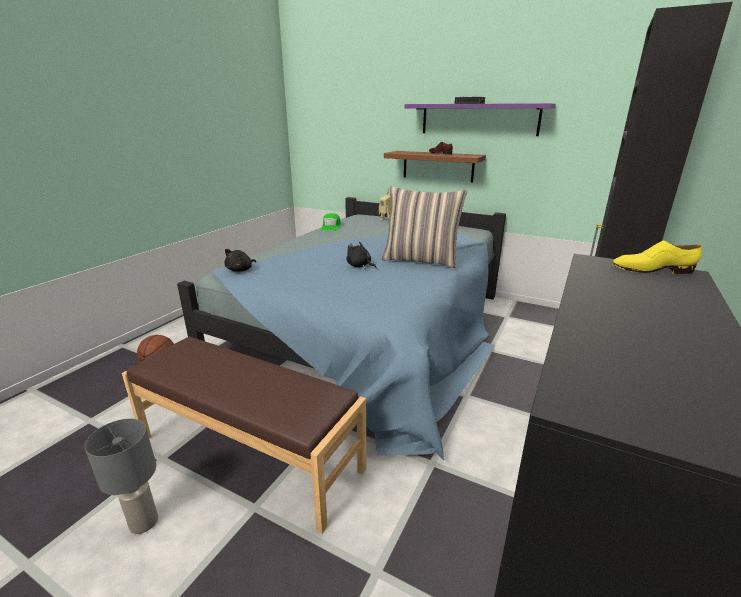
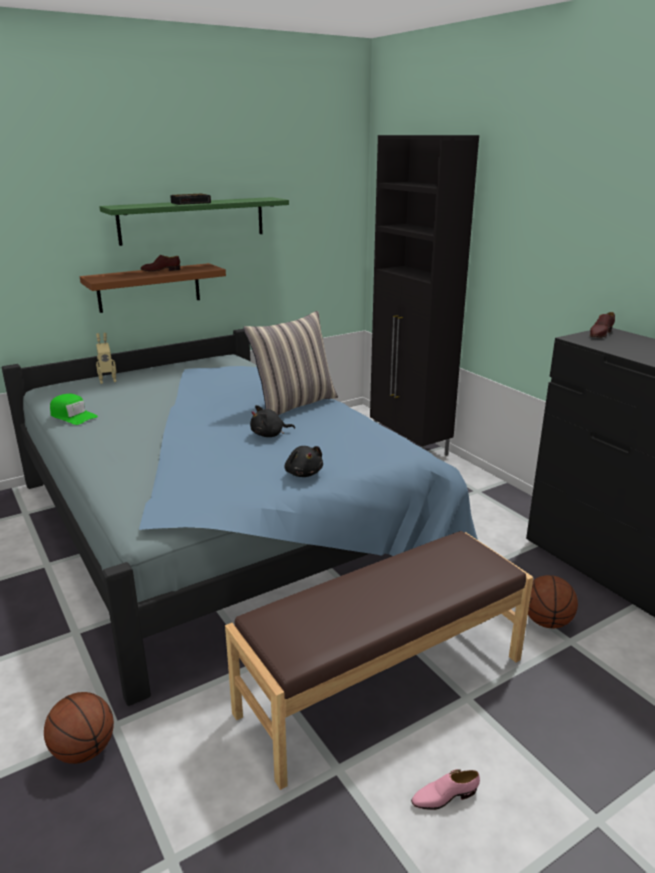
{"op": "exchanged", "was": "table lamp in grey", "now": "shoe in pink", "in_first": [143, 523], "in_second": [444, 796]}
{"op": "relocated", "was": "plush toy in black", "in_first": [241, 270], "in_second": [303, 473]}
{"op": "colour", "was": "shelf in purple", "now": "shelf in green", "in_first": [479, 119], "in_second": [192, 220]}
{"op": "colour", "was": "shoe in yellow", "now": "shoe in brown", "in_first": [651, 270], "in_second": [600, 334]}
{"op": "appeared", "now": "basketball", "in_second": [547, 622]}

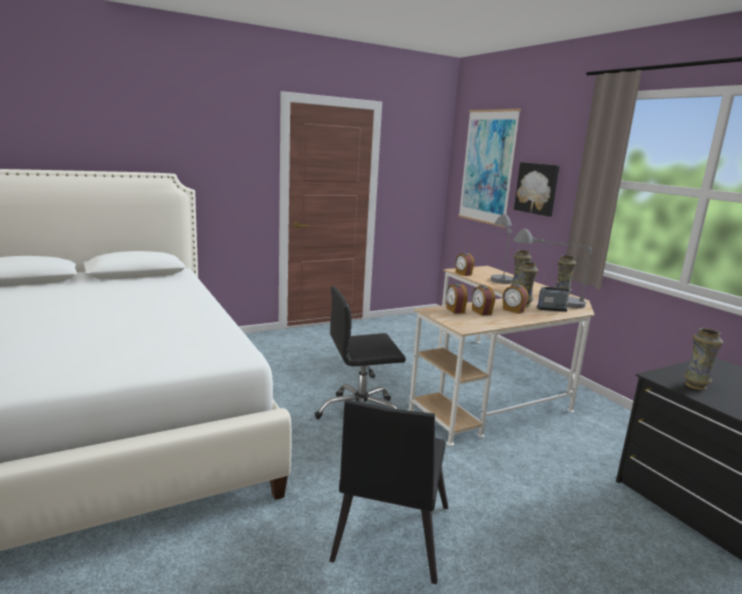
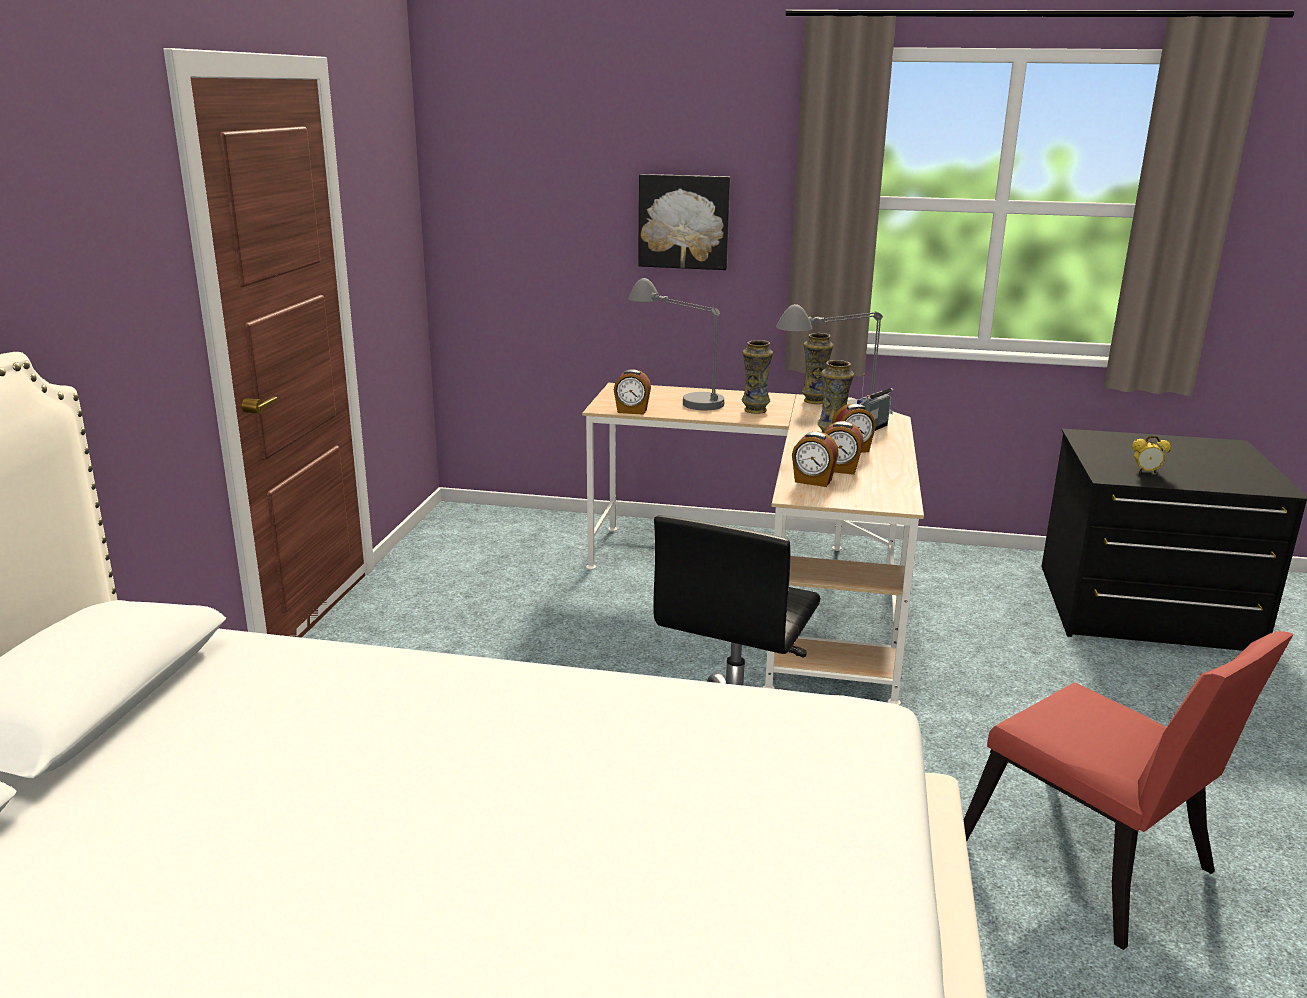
{"op": "colour", "was": "chair in black", "now": "chair in red", "in_first": [389, 538], "in_second": [1094, 867]}
{"op": "missing", "was": "picture", "in_first": [488, 167]}
{"op": "exchanged", "was": "vase", "now": "alarm clock", "in_first": [695, 386], "in_second": [1146, 472]}

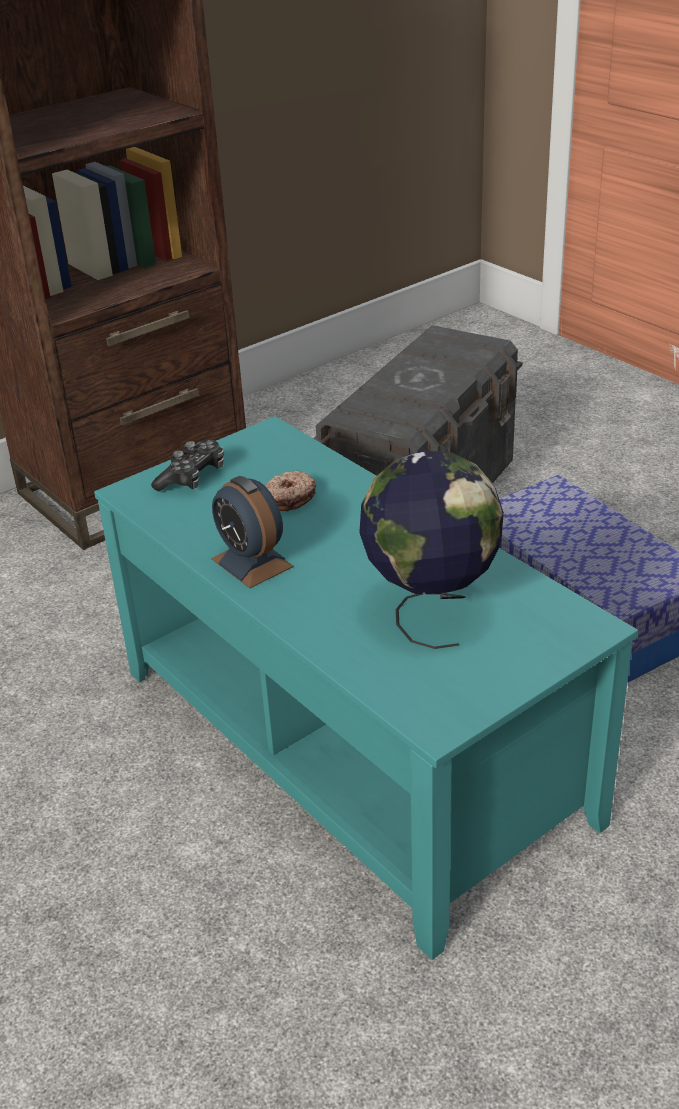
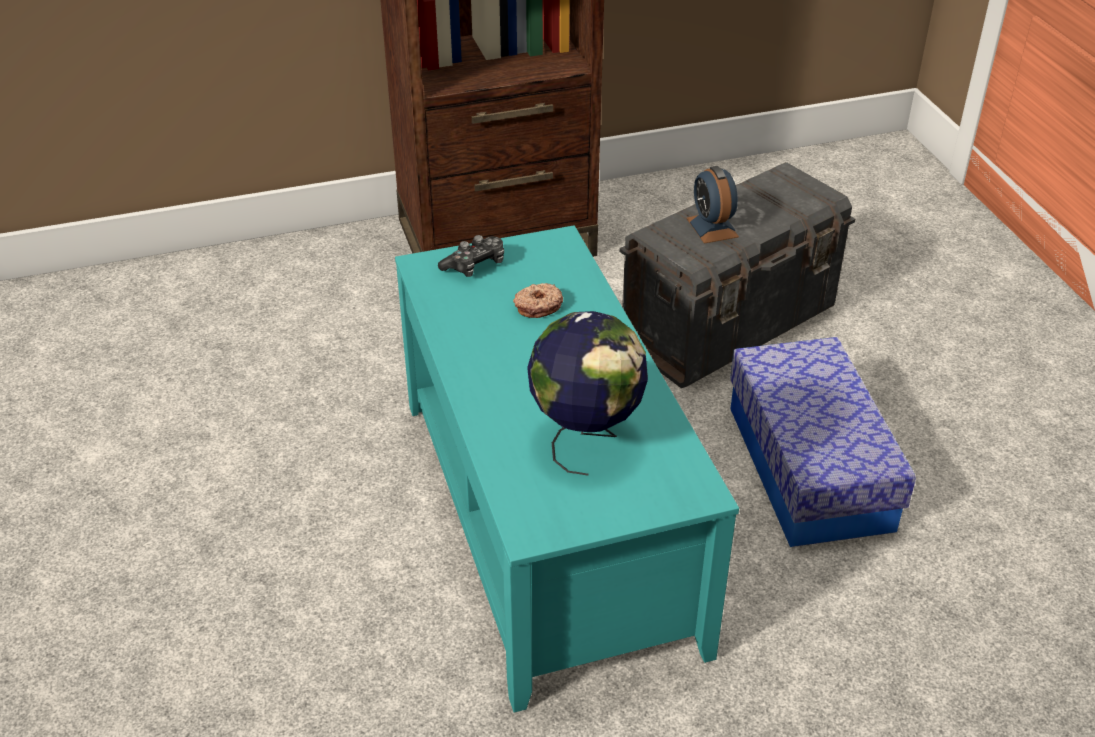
{"op": "relocated", "was": "alarm clock", "in_first": [252, 563], "in_second": [712, 227]}

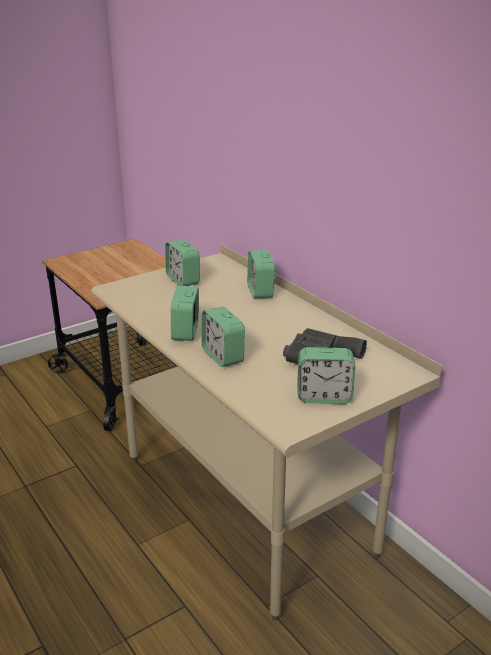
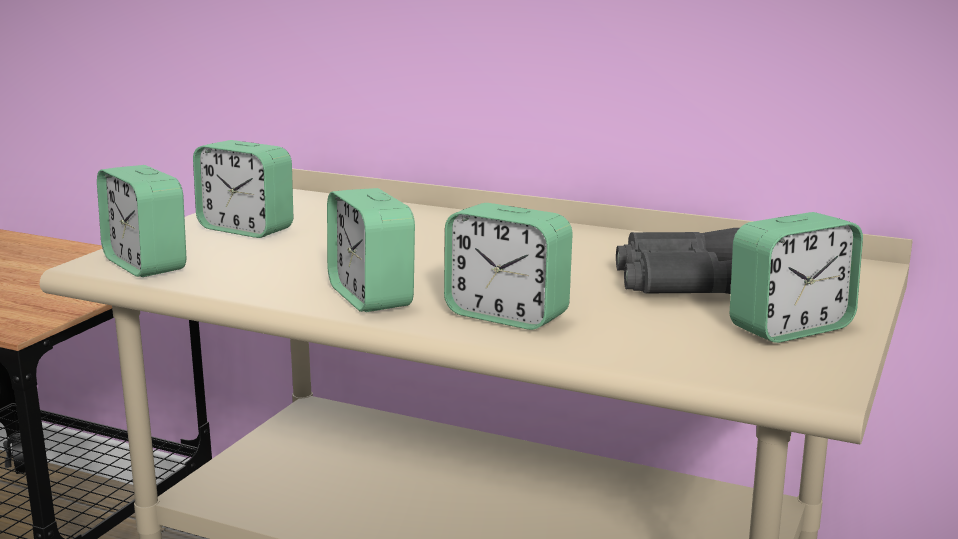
{"op": "relocated", "was": "alarm clock", "in_first": [260, 291], "in_second": [145, 264]}

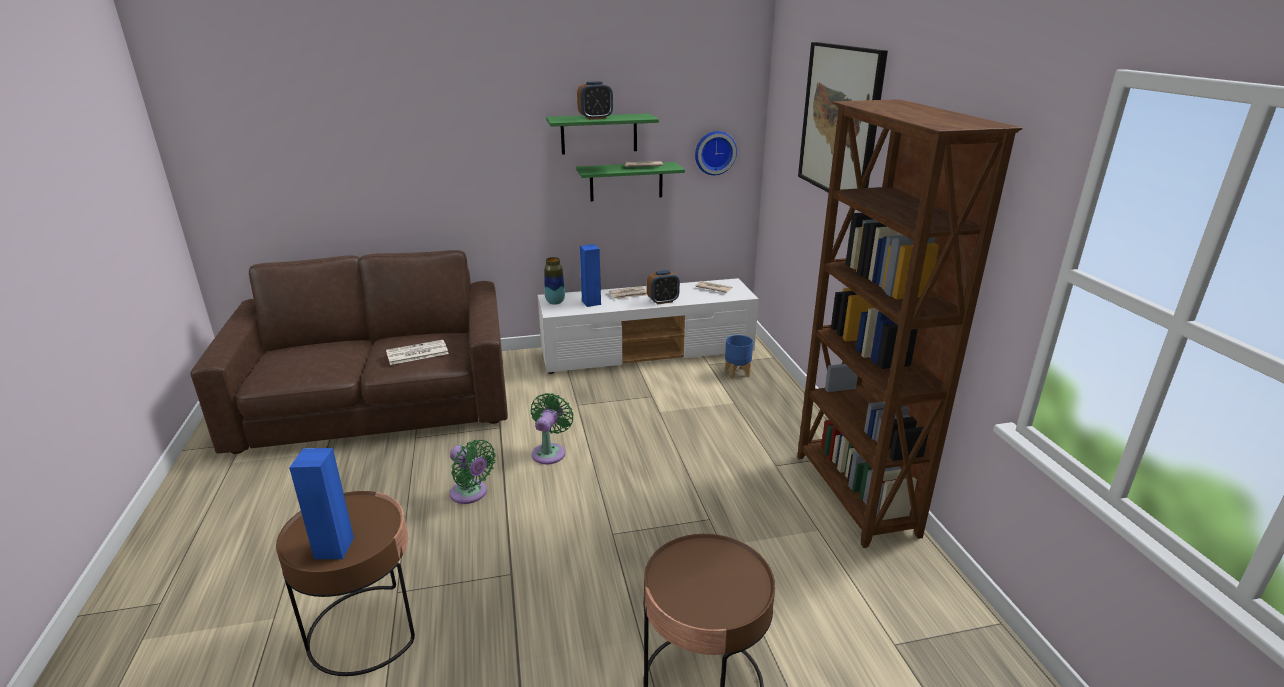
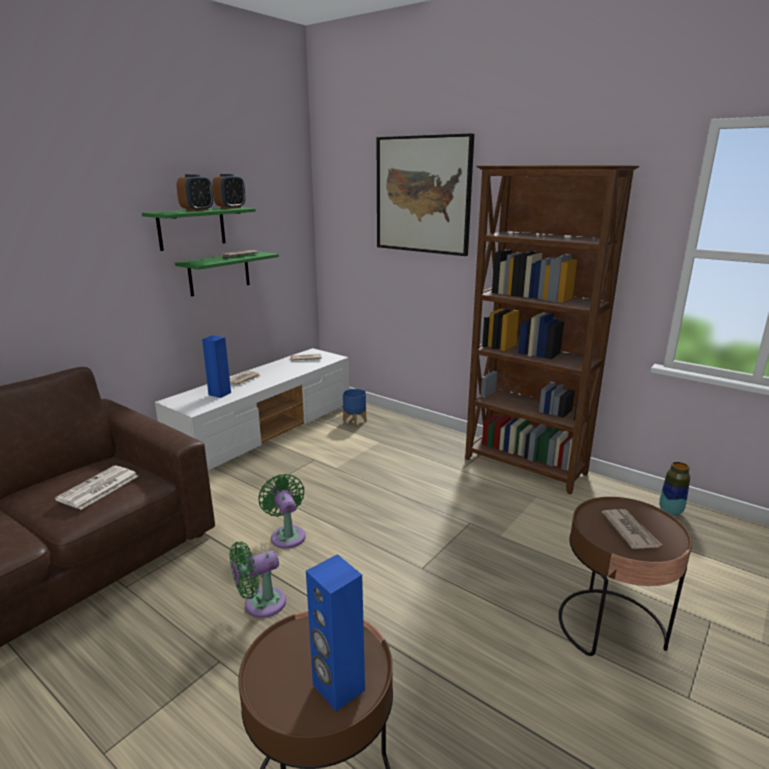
{"op": "spun", "was": "fan in green", "in_first": [471, 494], "in_second": [260, 604], "clockwise": 150}
{"op": "relocated", "was": "vase", "in_first": [555, 302], "in_second": [670, 512]}
{"op": "relocated", "was": "alarm clock", "in_first": [663, 301], "in_second": [231, 208]}
{"op": "missing", "was": "wall clock", "in_first": [714, 152]}
{"op": "appeared", "now": "newspaper", "in_second": [630, 531]}

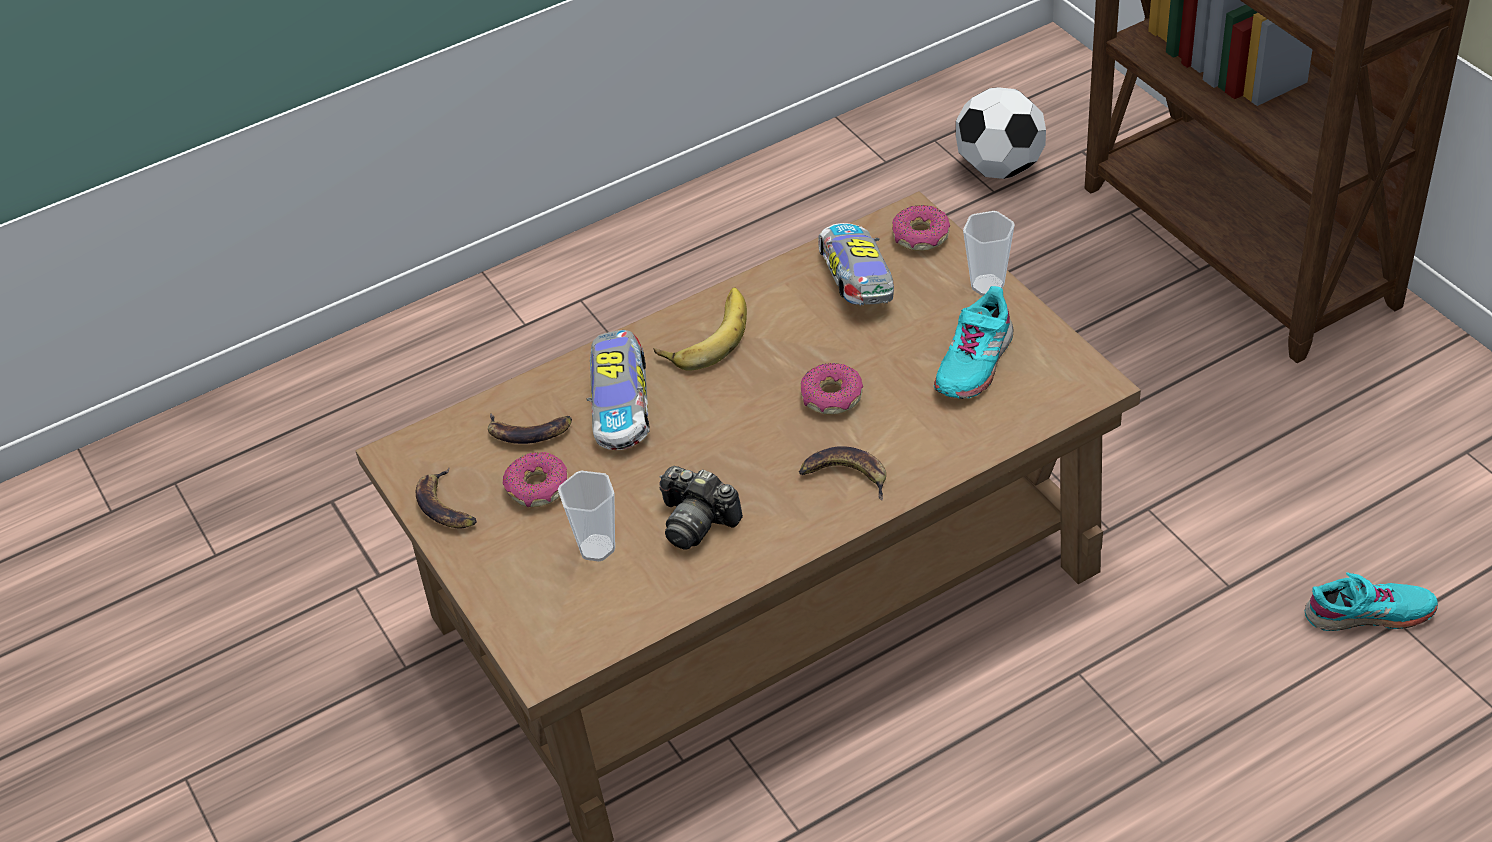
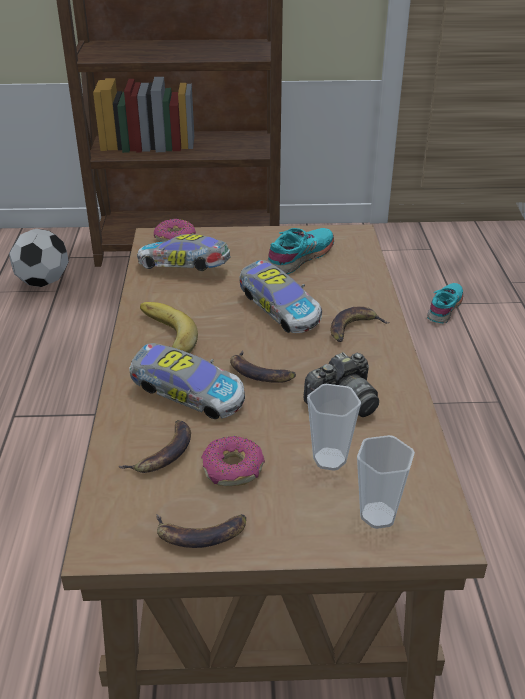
{"op": "exchanged", "was": "donut", "now": "toy car", "in_first": [831, 397], "in_second": [277, 310]}
{"op": "spun", "was": "shoe in turquoise", "in_first": [973, 362], "in_second": [300, 258], "clockwise": -105}
{"op": "relocated", "was": "cup", "in_first": [987, 285], "in_second": [378, 515]}
{"op": "appeared", "now": "banana", "in_second": [260, 373]}

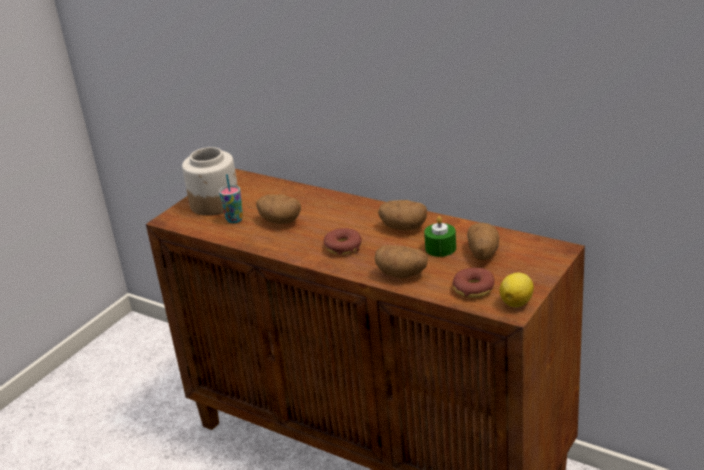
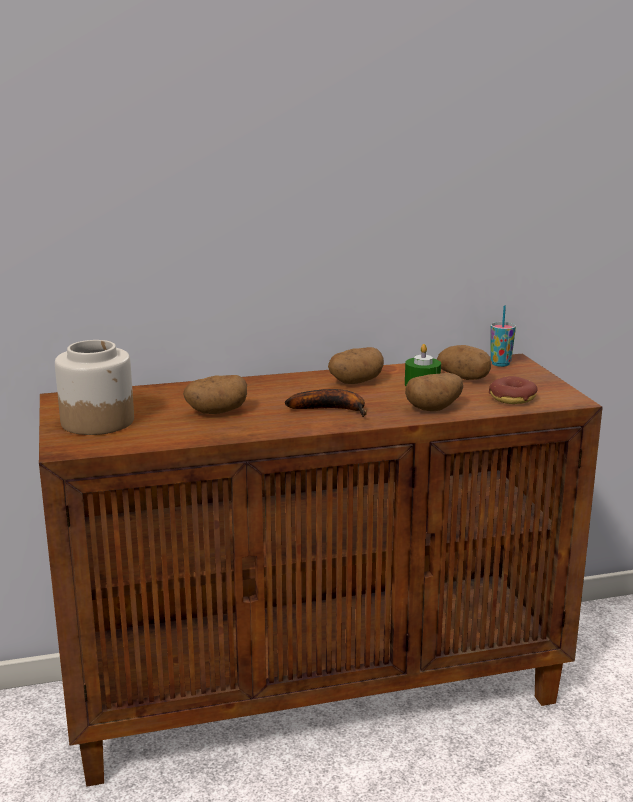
{"op": "relocated", "was": "cup", "in_first": [234, 220], "in_second": [500, 364]}
{"op": "exchanged", "was": "donut", "now": "banana", "in_first": [343, 247], "in_second": [332, 409]}
{"op": "missing", "was": "lemon", "in_first": [517, 302]}

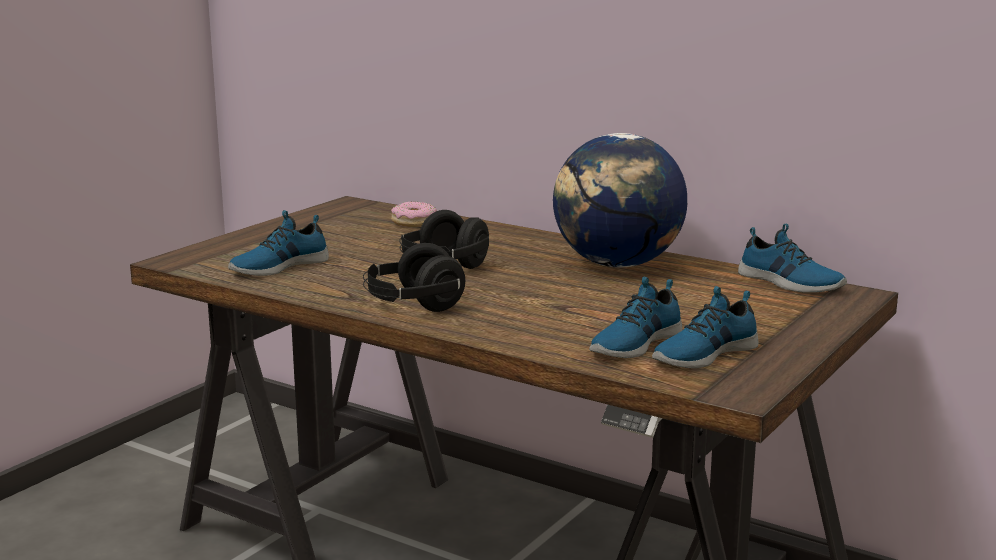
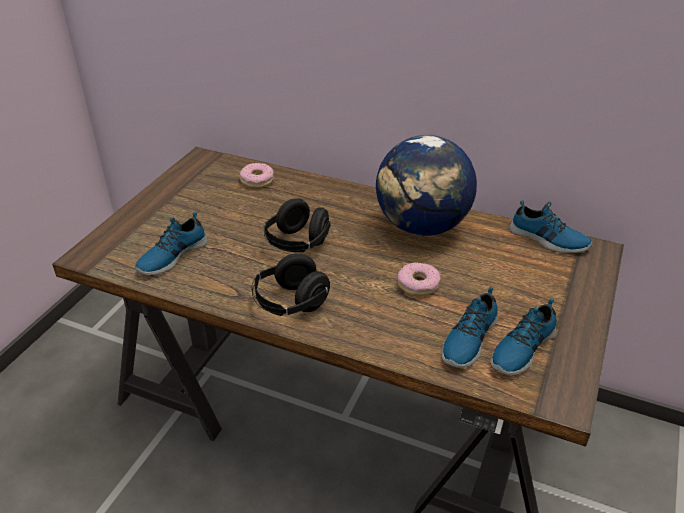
{"op": "appeared", "now": "donut", "in_second": [418, 284]}

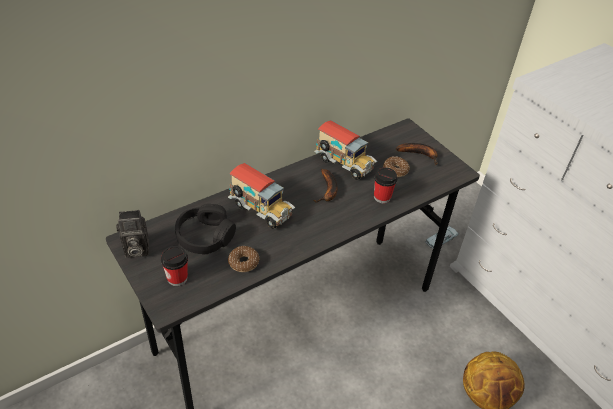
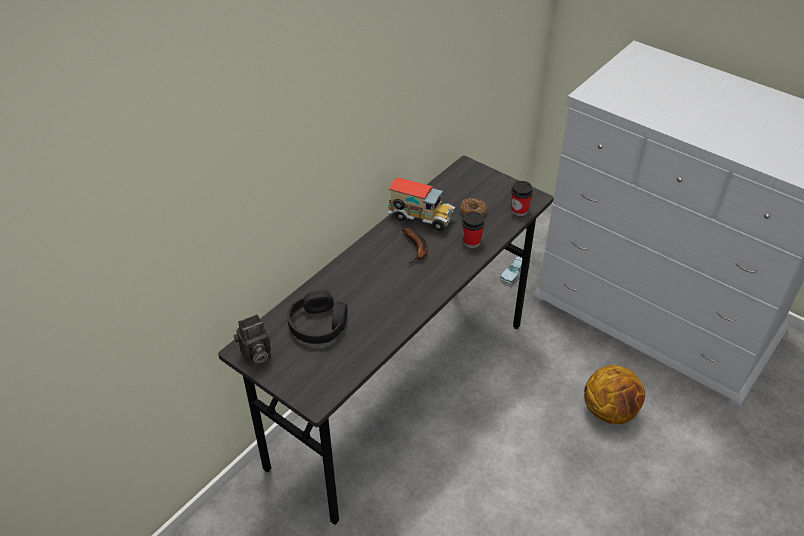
{"op": "relocated", "was": "cup", "in_first": [177, 278], "in_second": [519, 210]}
{"op": "missing", "was": "toy truck", "in_first": [260, 210]}
{"op": "missing", "was": "donut", "in_first": [243, 262]}
{"op": "missing", "was": "banana", "in_first": [420, 154]}

